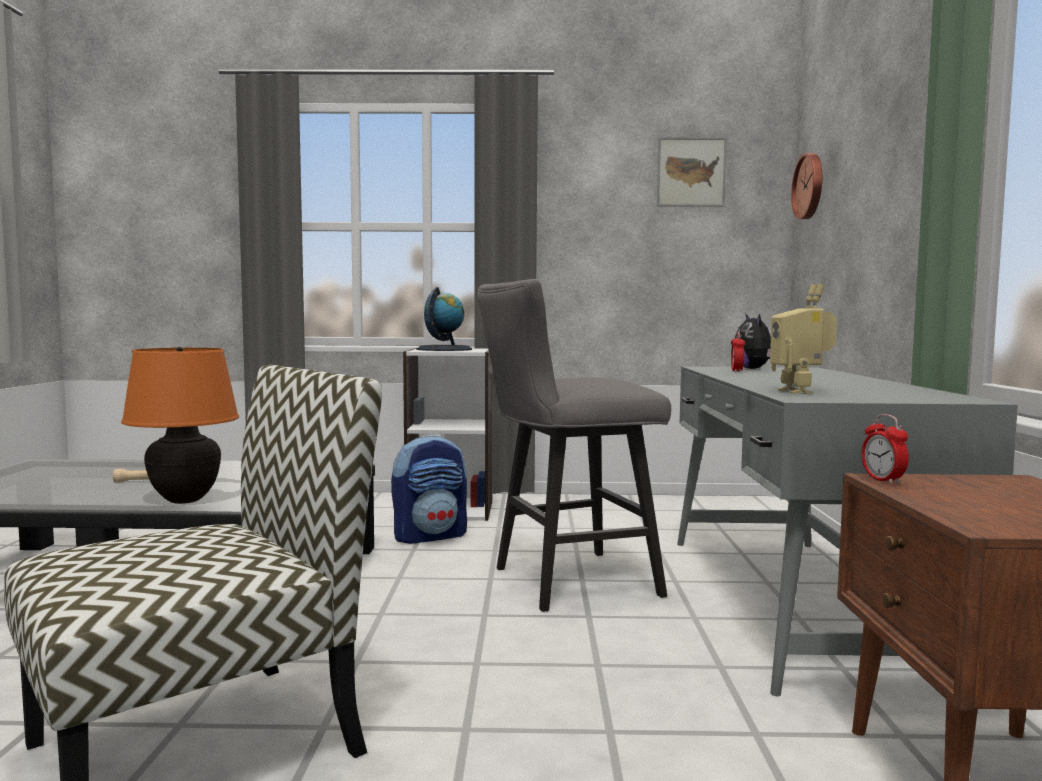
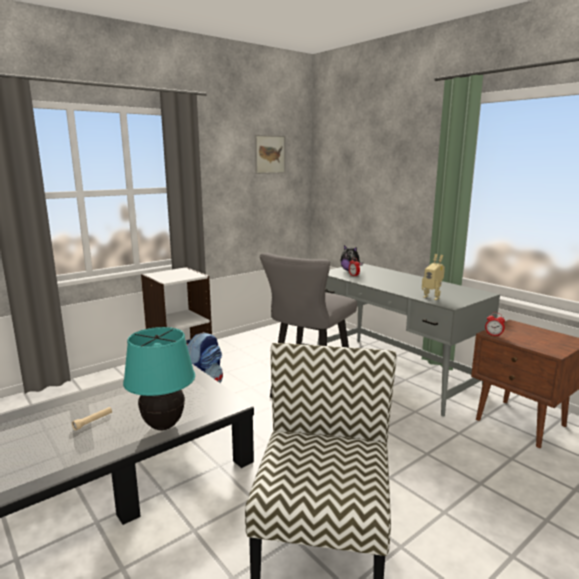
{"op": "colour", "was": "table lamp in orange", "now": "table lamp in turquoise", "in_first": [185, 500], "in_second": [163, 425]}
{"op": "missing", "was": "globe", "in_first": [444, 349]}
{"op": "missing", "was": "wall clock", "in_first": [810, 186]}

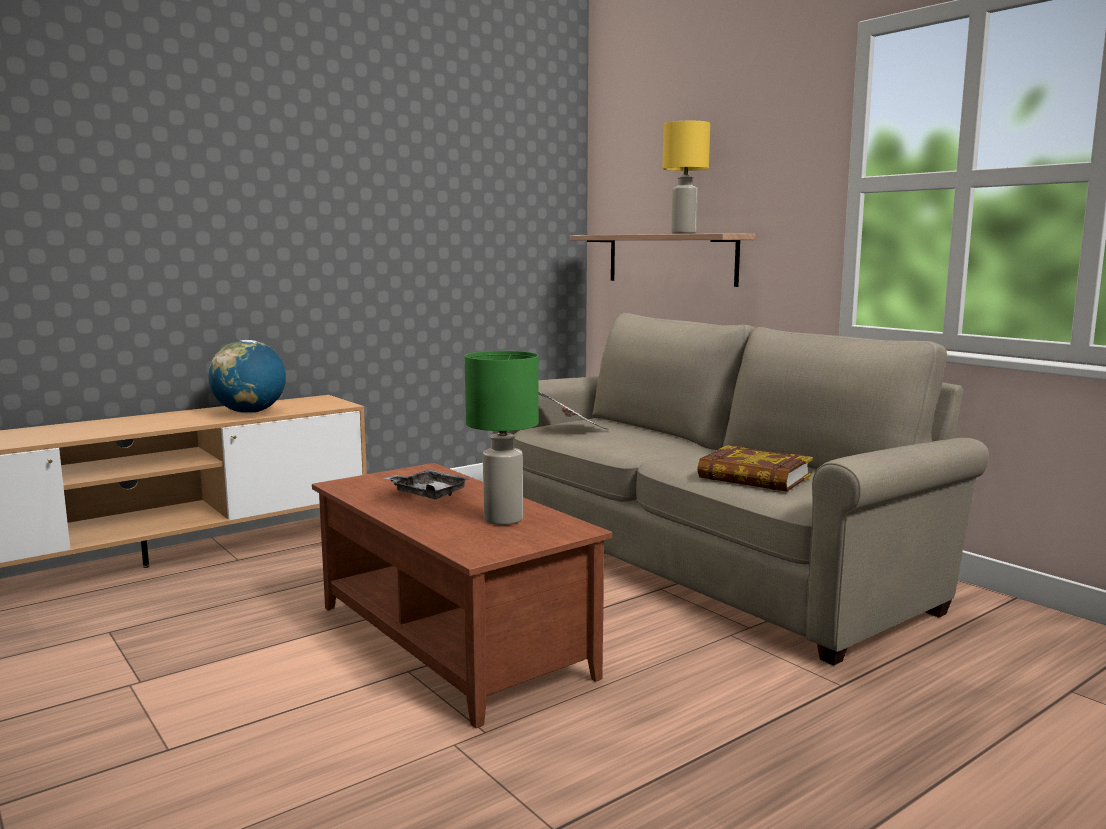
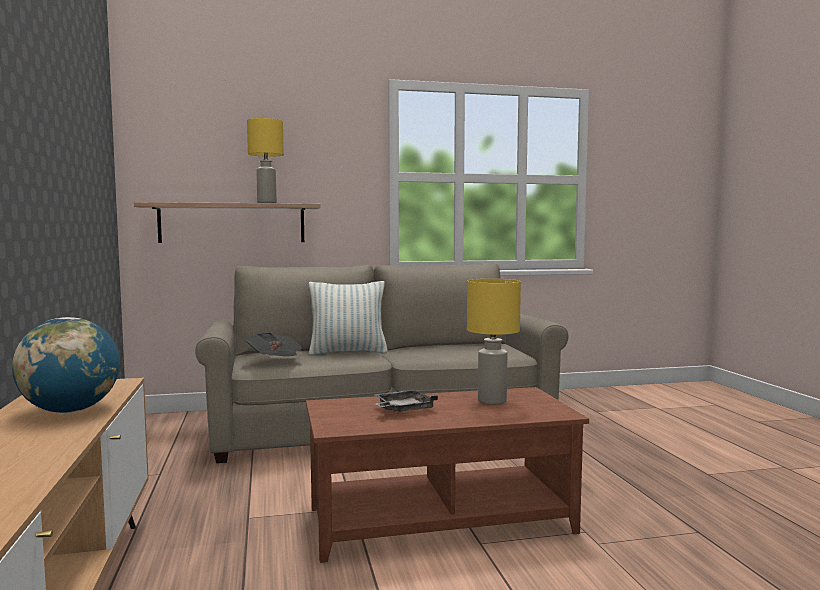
{"op": "colour", "was": "table lamp in green", "now": "table lamp in yellow", "in_first": [504, 519], "in_second": [491, 401]}
{"op": "missing", "was": "book", "in_first": [754, 477]}
{"op": "appeared", "now": "pillow", "in_second": [348, 352]}

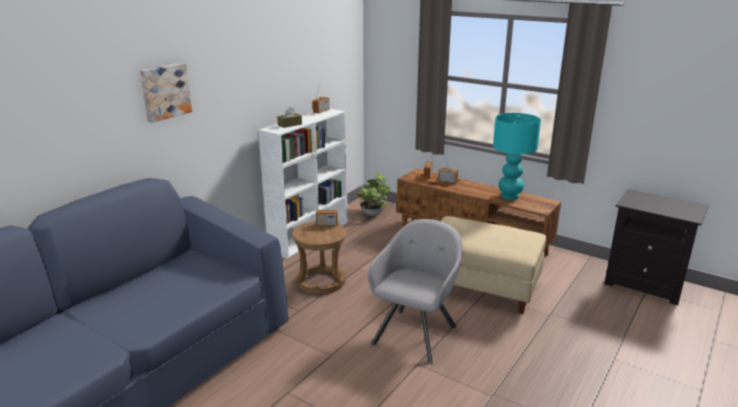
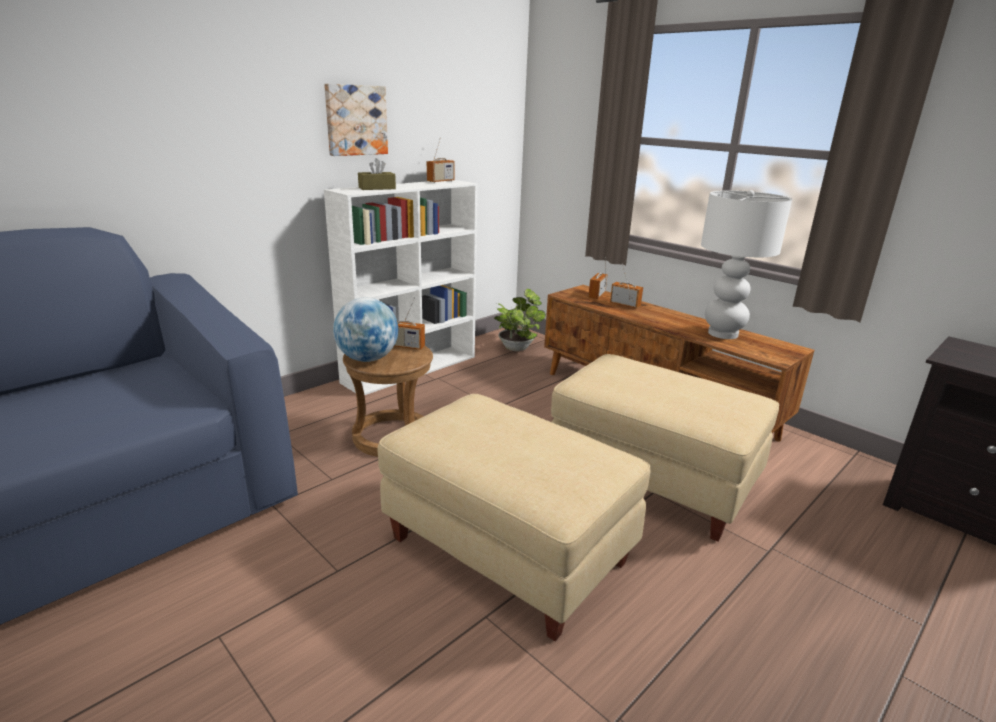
{"op": "relocated", "was": "picture", "in_first": [165, 91], "in_second": [355, 120]}
{"op": "exchanged", "was": "armchair in grey", "now": "ottoman in beige", "in_first": [416, 332], "in_second": [508, 549]}
{"op": "colour", "was": "table lamp in turquoise", "now": "table lamp in white", "in_first": [509, 196], "in_second": [722, 334]}
{"op": "appeared", "now": "globe", "in_second": [368, 359]}

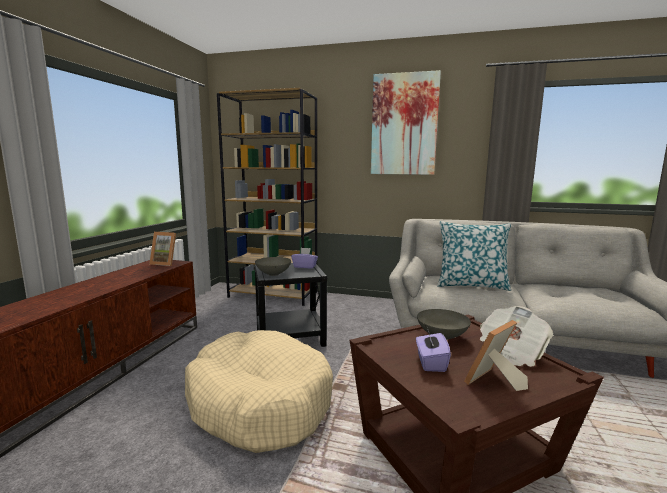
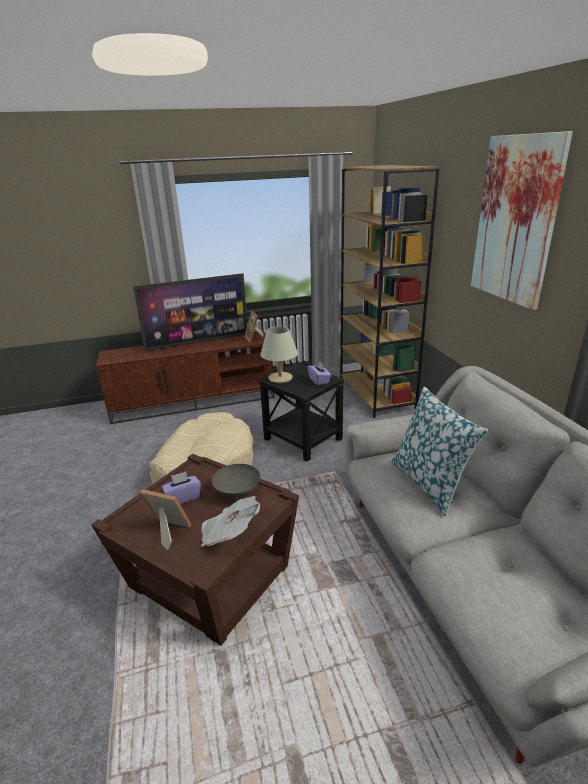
{"op": "exchanged", "was": "bowl in grey", "now": "table lamp in beige", "in_first": [273, 274], "in_second": [280, 378]}
{"op": "appeared", "now": "television", "in_second": [198, 342]}

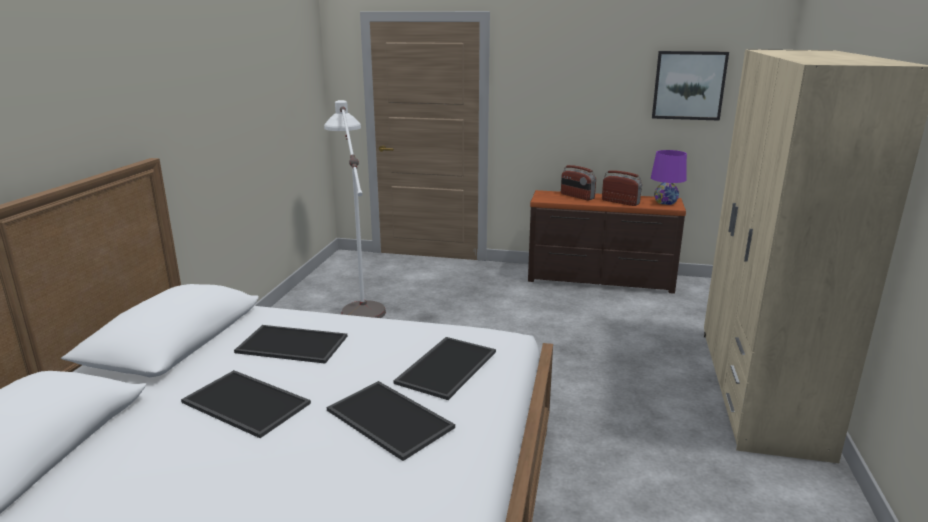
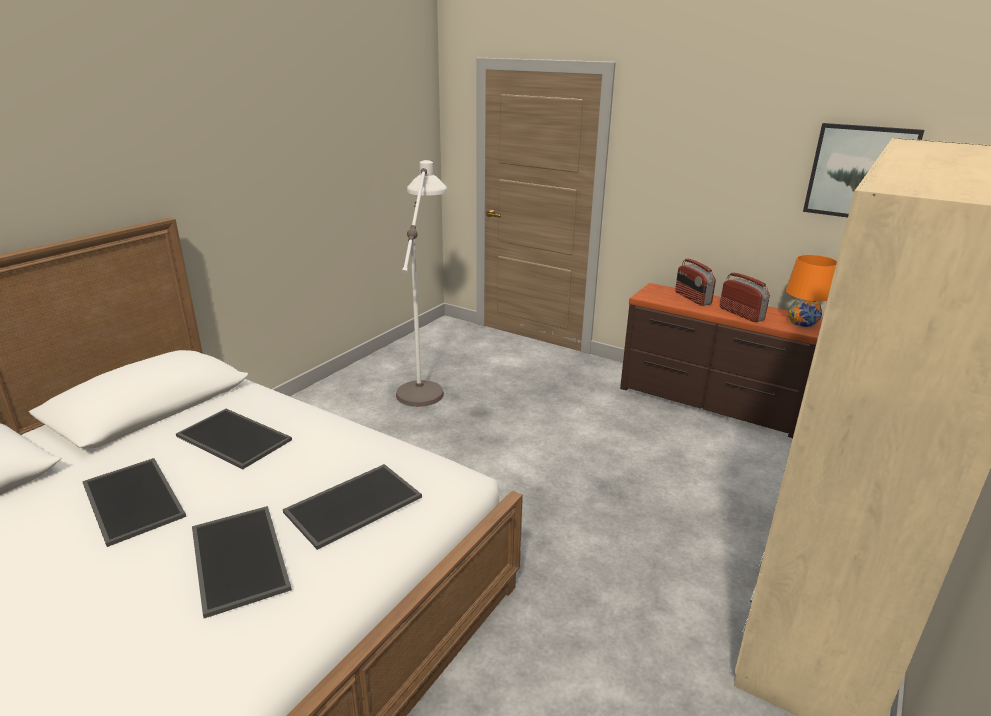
{"op": "colour", "was": "table lamp in purple", "now": "table lamp in orange", "in_first": [665, 202], "in_second": [802, 322]}

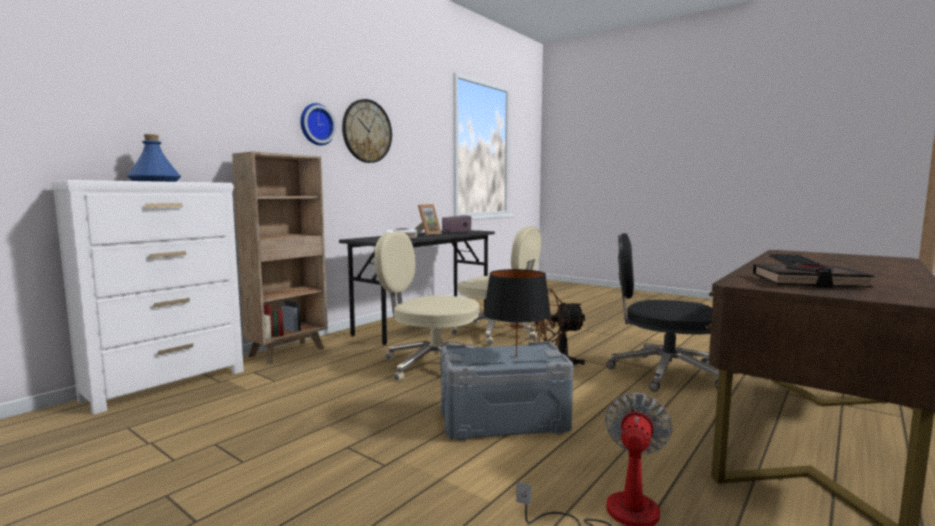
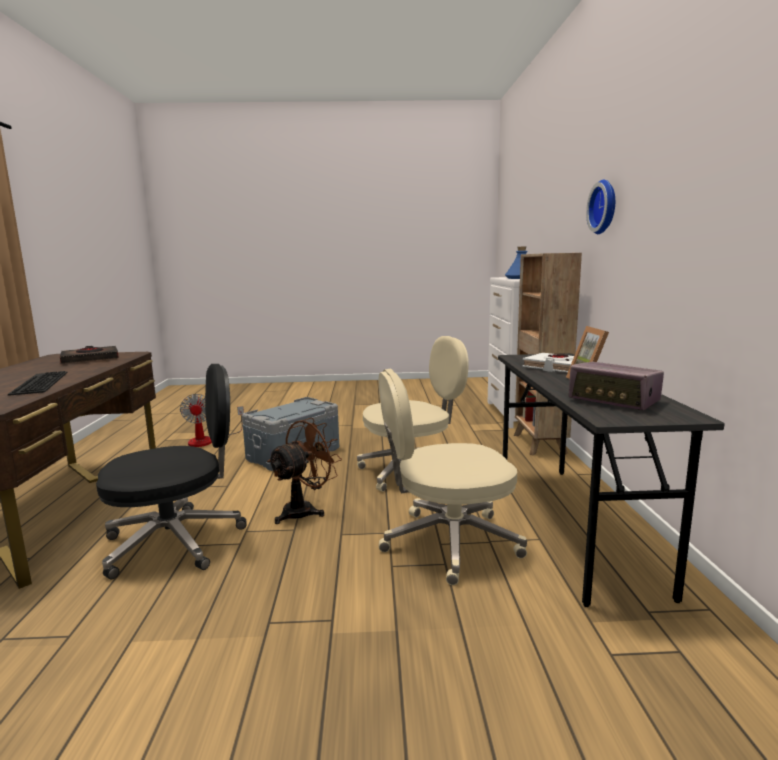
{"op": "missing", "was": "wall clock", "in_first": [367, 131]}
{"op": "missing", "was": "table lamp in black", "in_first": [516, 356]}

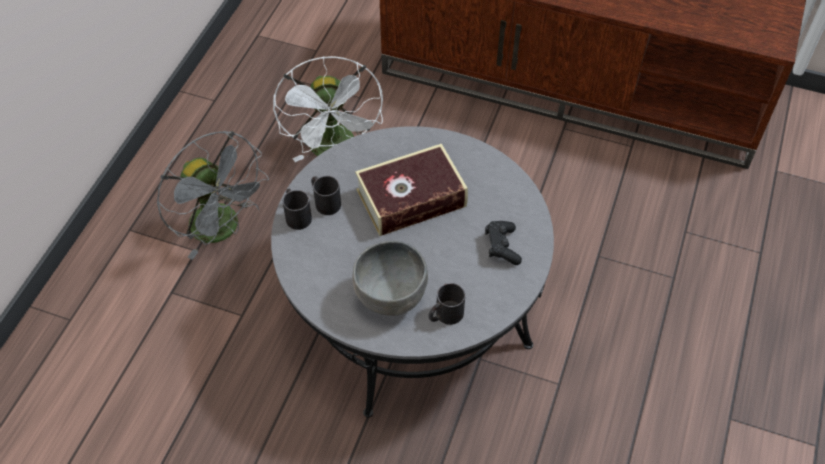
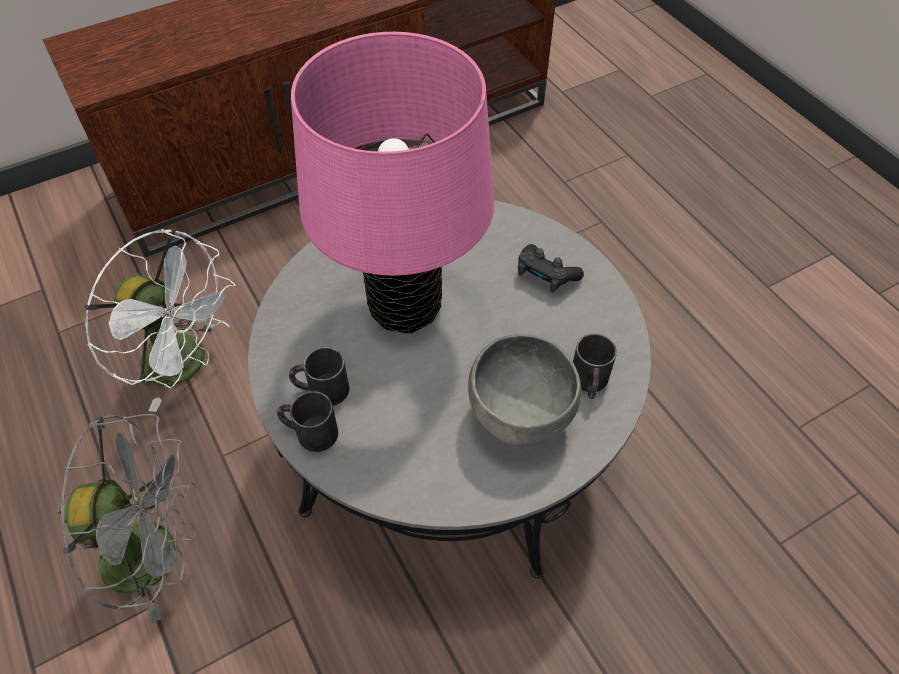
{"op": "exchanged", "was": "book", "now": "table lamp in pink", "in_first": [411, 198], "in_second": [405, 307]}

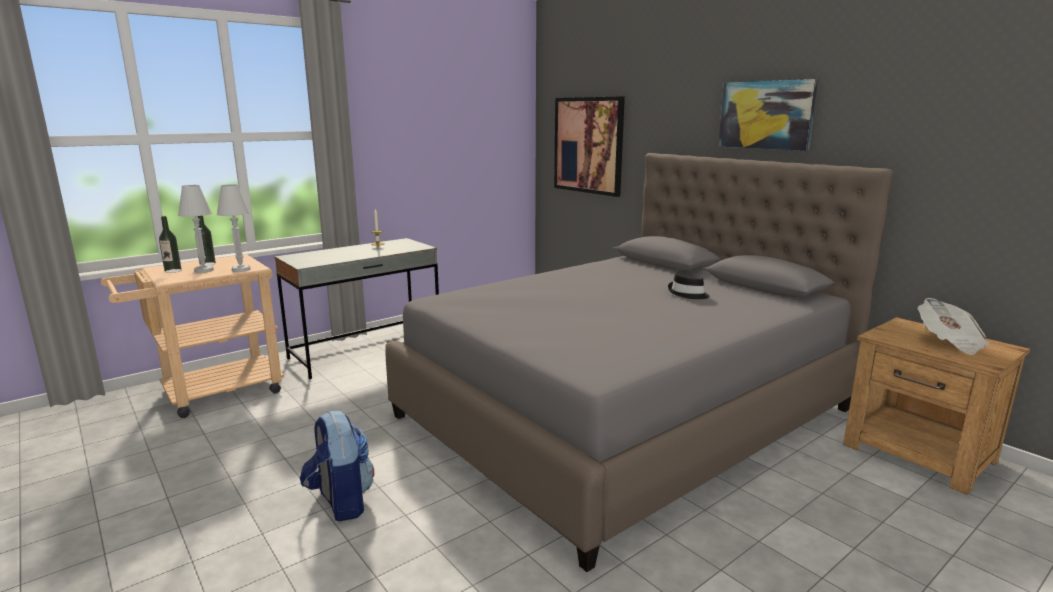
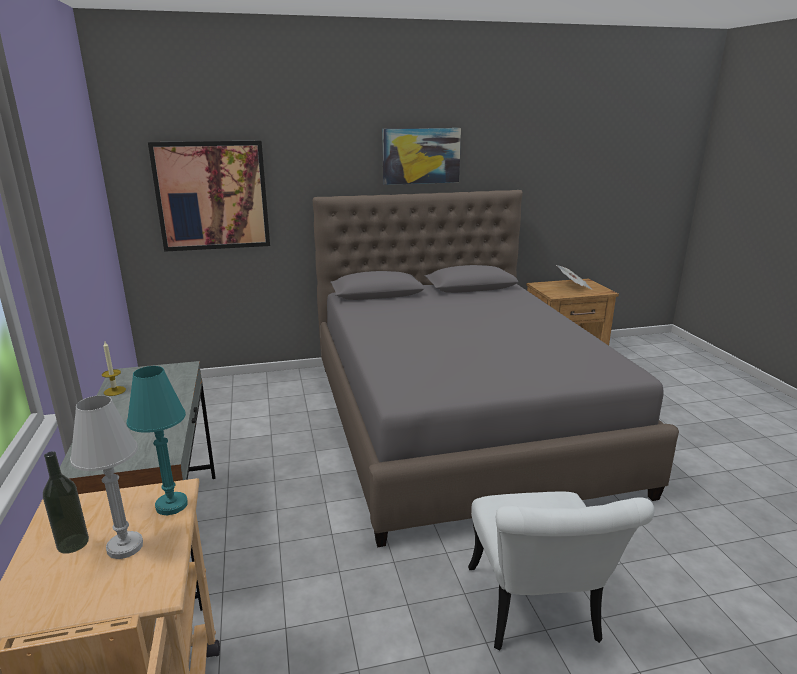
{"op": "missing", "was": "bottle", "in_first": [173, 271]}
{"op": "colour", "was": "table lamp in white", "now": "table lamp in turquoise", "in_first": [241, 269], "in_second": [172, 505]}
{"op": "exchanged", "was": "backpack", "now": "chair in white", "in_first": [340, 502], "in_second": [537, 614]}
{"op": "missing", "was": "hat in black", "in_first": [688, 293]}

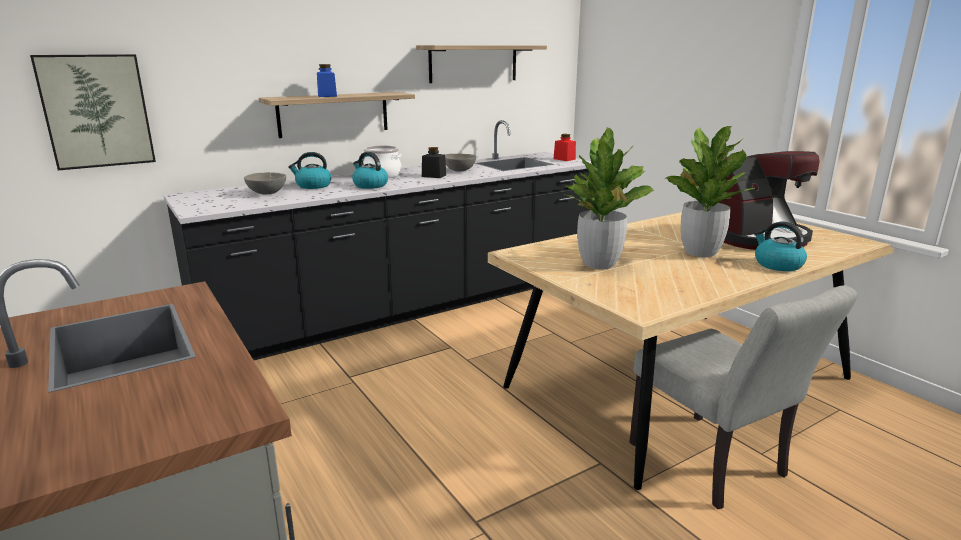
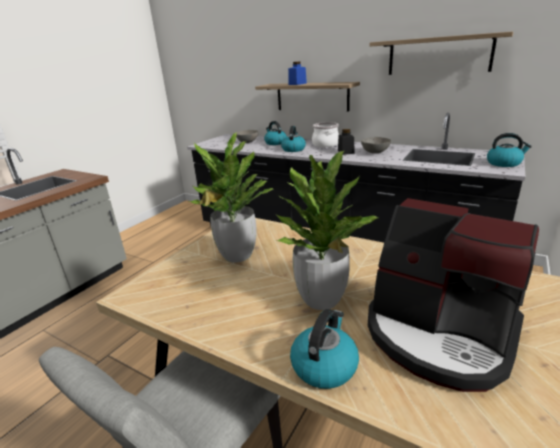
{"op": "missing", "was": "picture", "in_first": [96, 111]}
{"op": "exchanged", "was": "jar in red", "now": "kettle", "in_first": [564, 159], "in_second": [504, 163]}

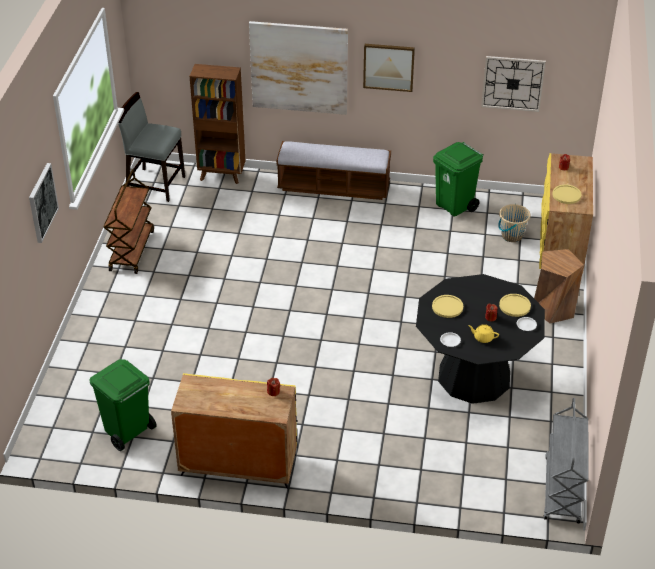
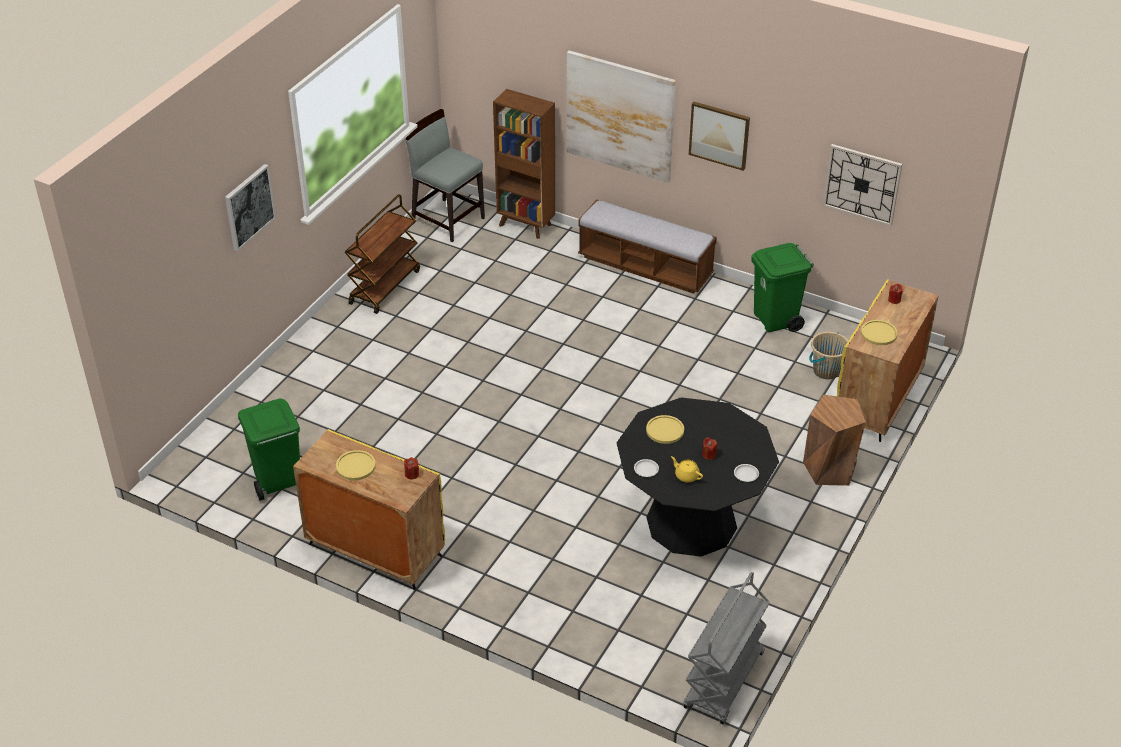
{"op": "relocated", "was": "plate in yellow", "in_first": [514, 306], "in_second": [355, 466]}

